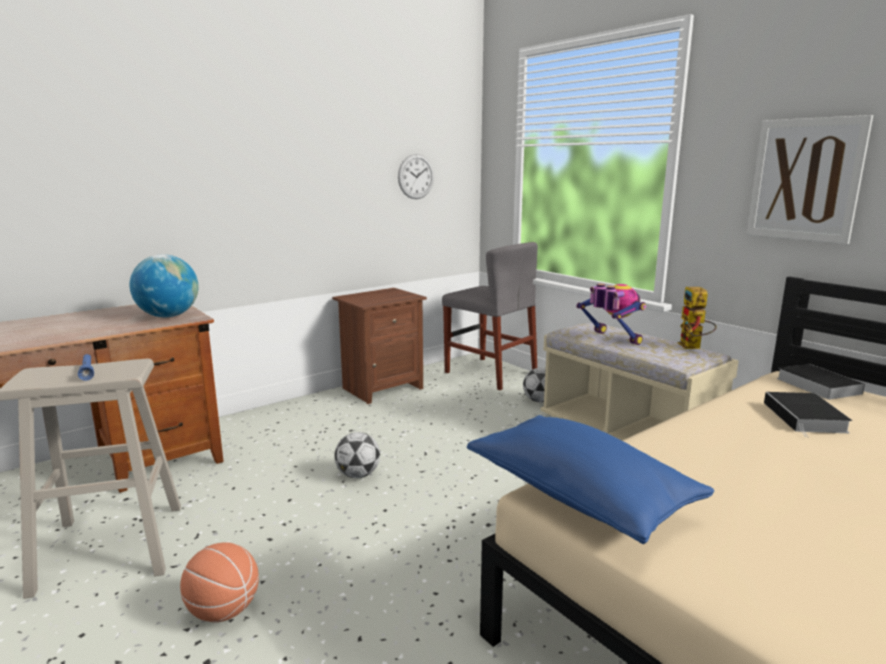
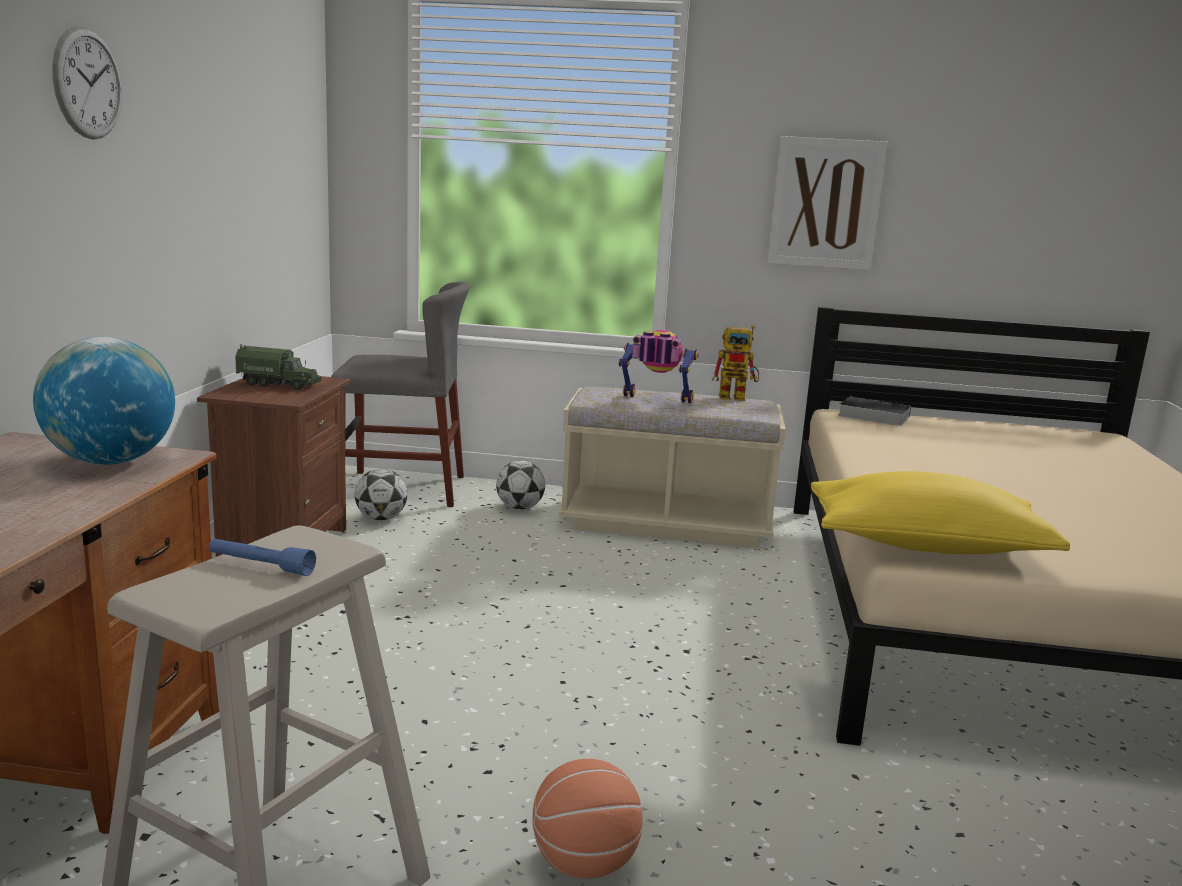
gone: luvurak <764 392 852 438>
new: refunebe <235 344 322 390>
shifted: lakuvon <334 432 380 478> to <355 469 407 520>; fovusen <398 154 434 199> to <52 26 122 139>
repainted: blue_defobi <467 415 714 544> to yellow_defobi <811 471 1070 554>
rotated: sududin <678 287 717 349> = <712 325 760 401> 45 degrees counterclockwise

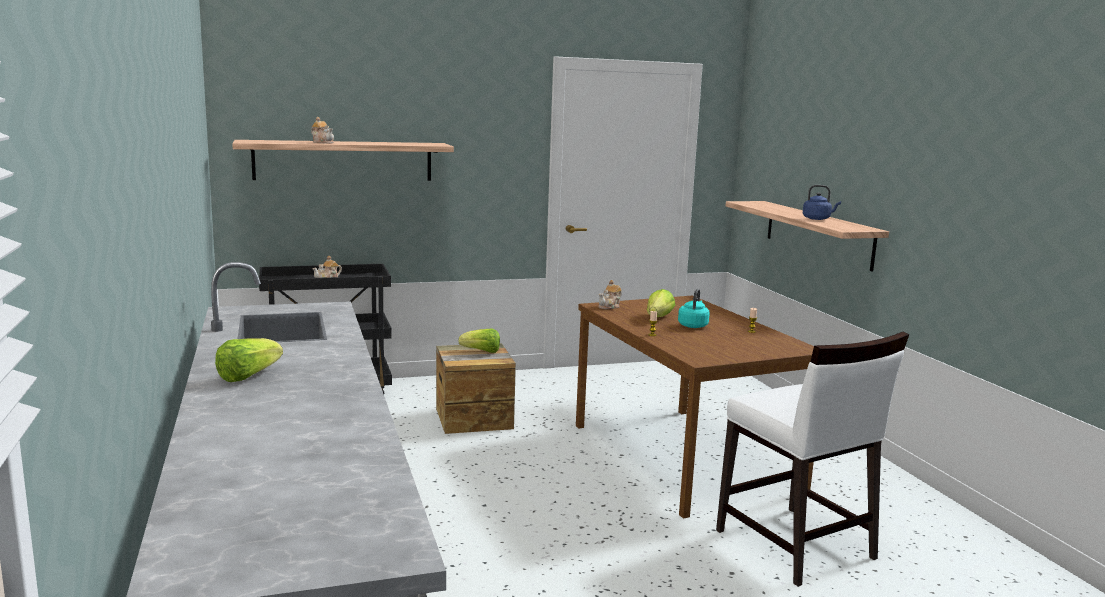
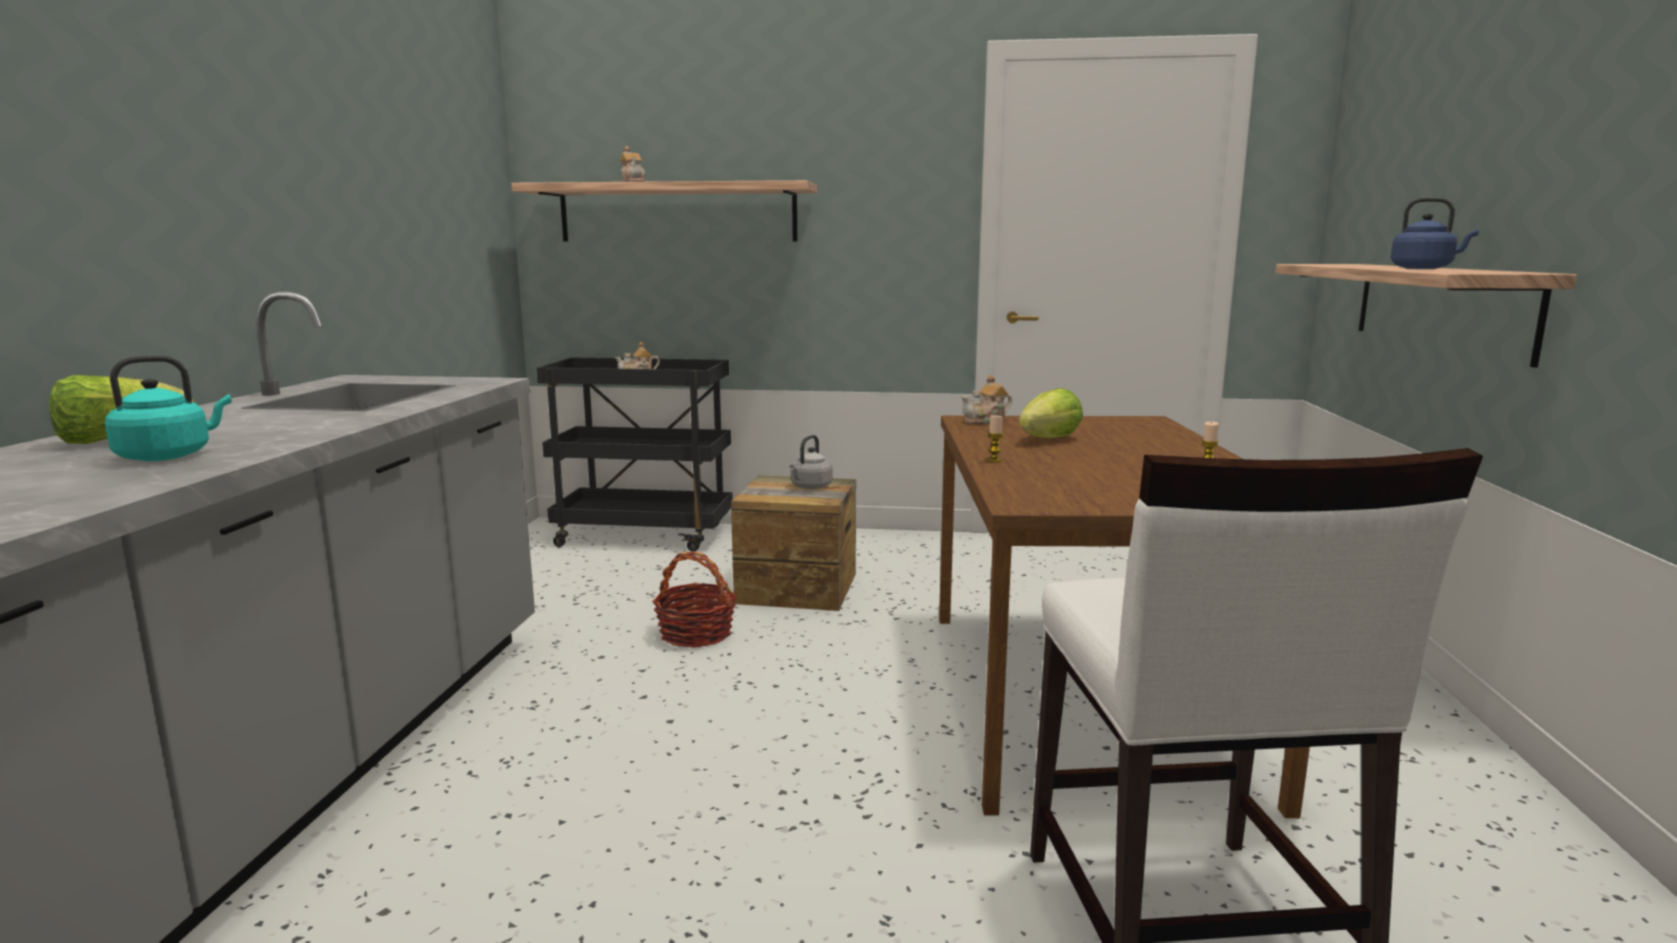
new: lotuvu <652 551 737 648>
shifted: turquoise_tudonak <678 288 710 328> to <105 355 232 461>
swapped: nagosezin <458 329 500 353> to grey_tudonak <790 435 832 489>

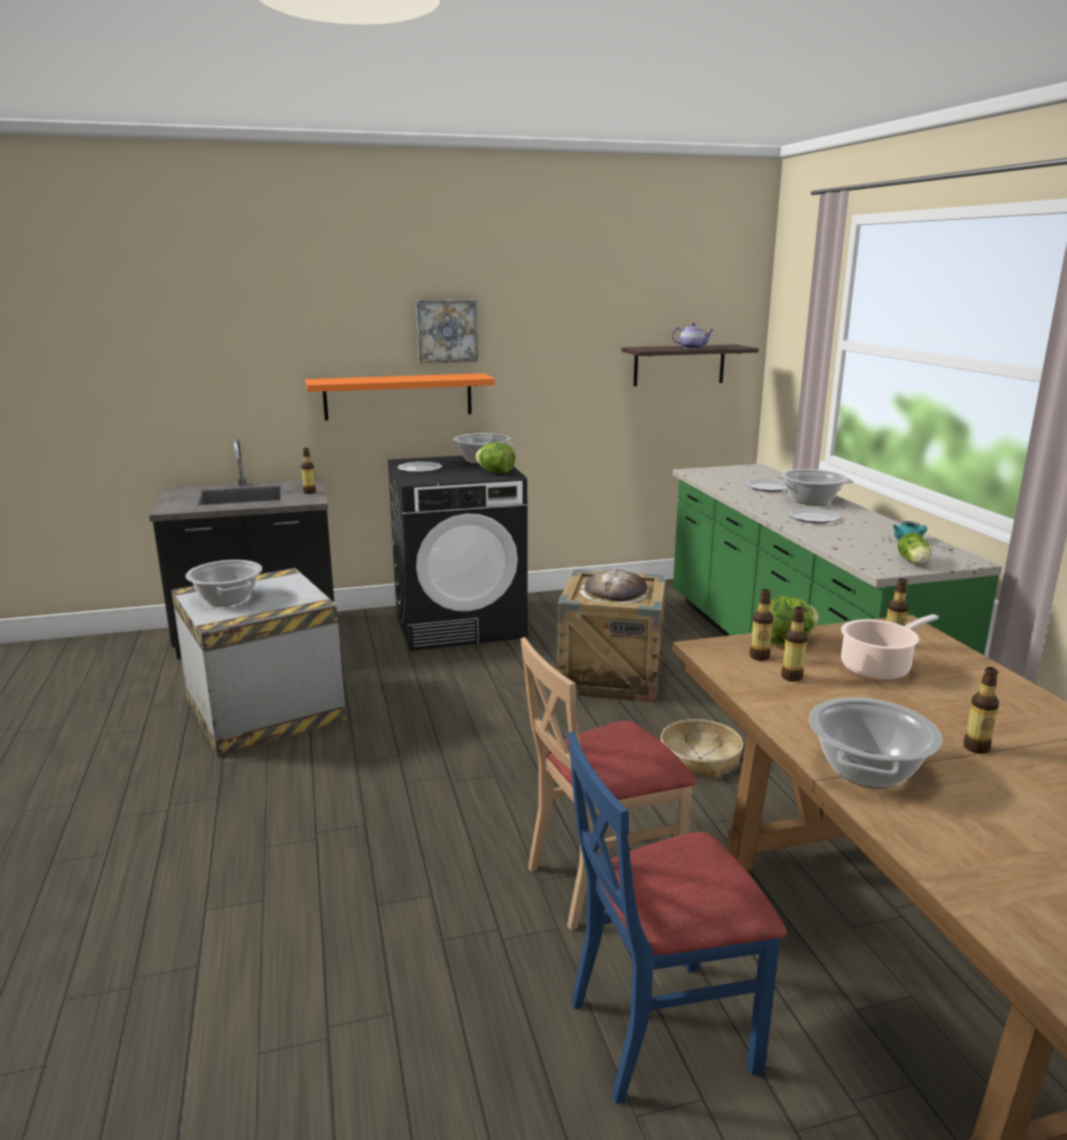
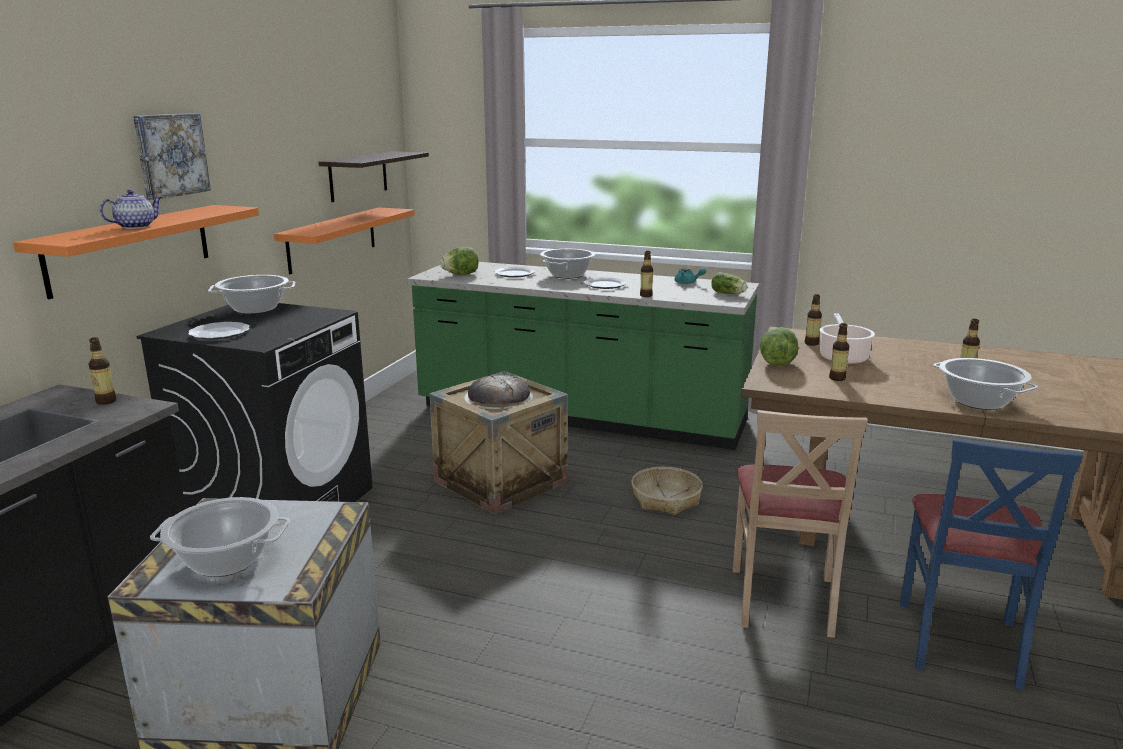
new: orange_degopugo <274 207 415 274>
shifted: nagosezin <475 443 515 473> to <440 247 478 275>; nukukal <672 323 713 349> to <100 190 162 229>; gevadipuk <750 589 773 661> to <640 251 653 297>

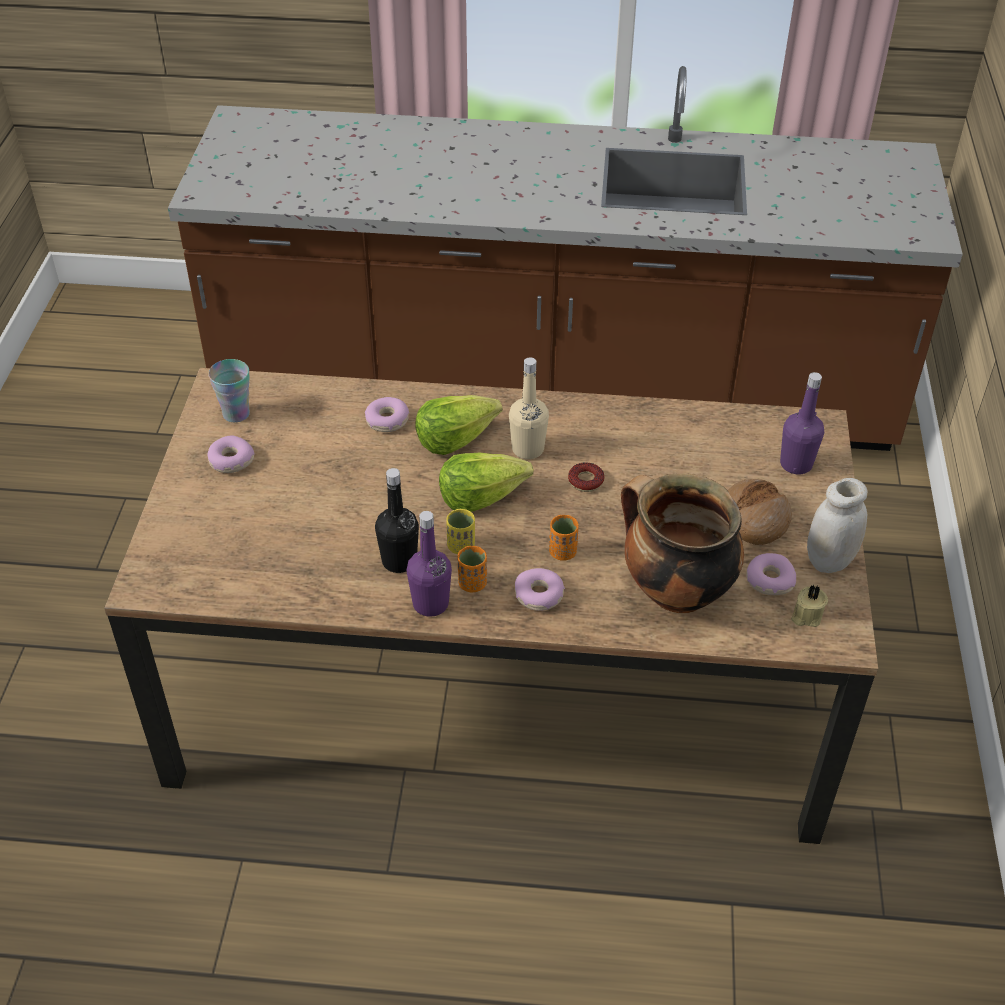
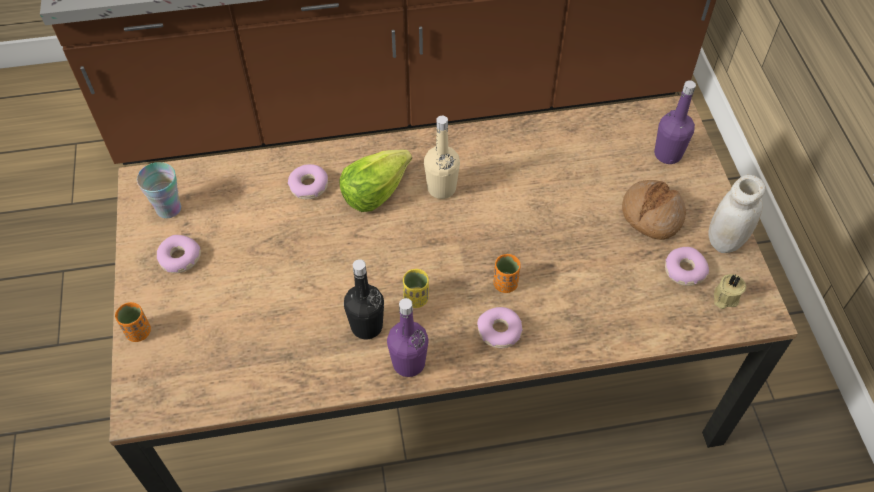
gone: nagosezin <439 453 534 512>; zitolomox <568 462 605 492>; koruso <621 474 744 613>
shifted: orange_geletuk <458 546 487 592> to <115 302 151 342>

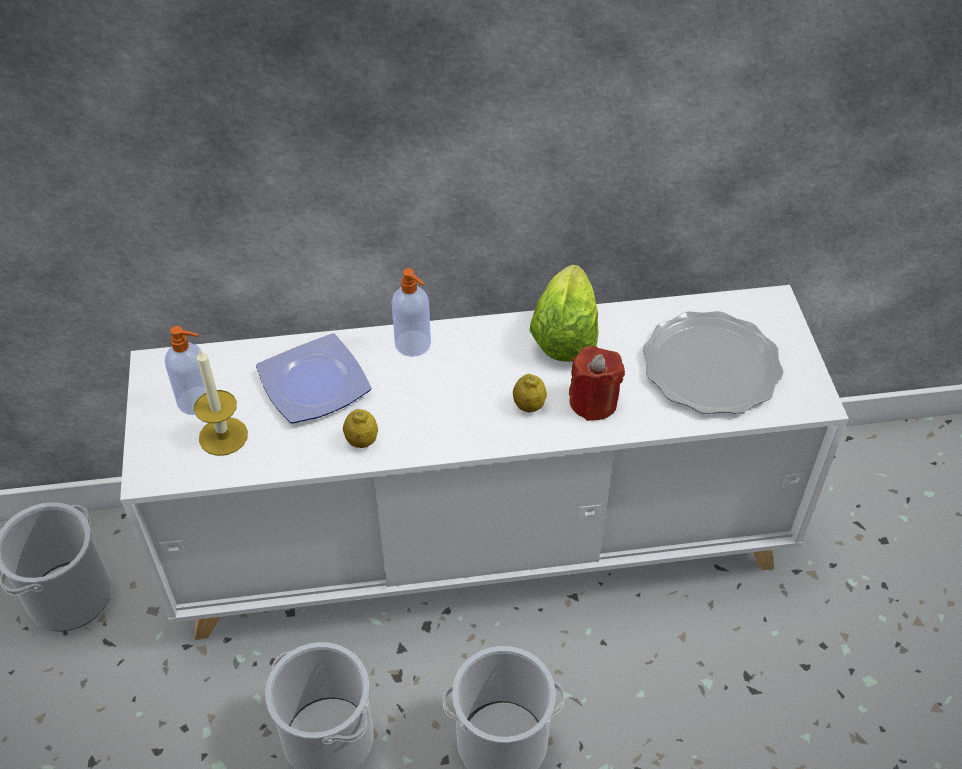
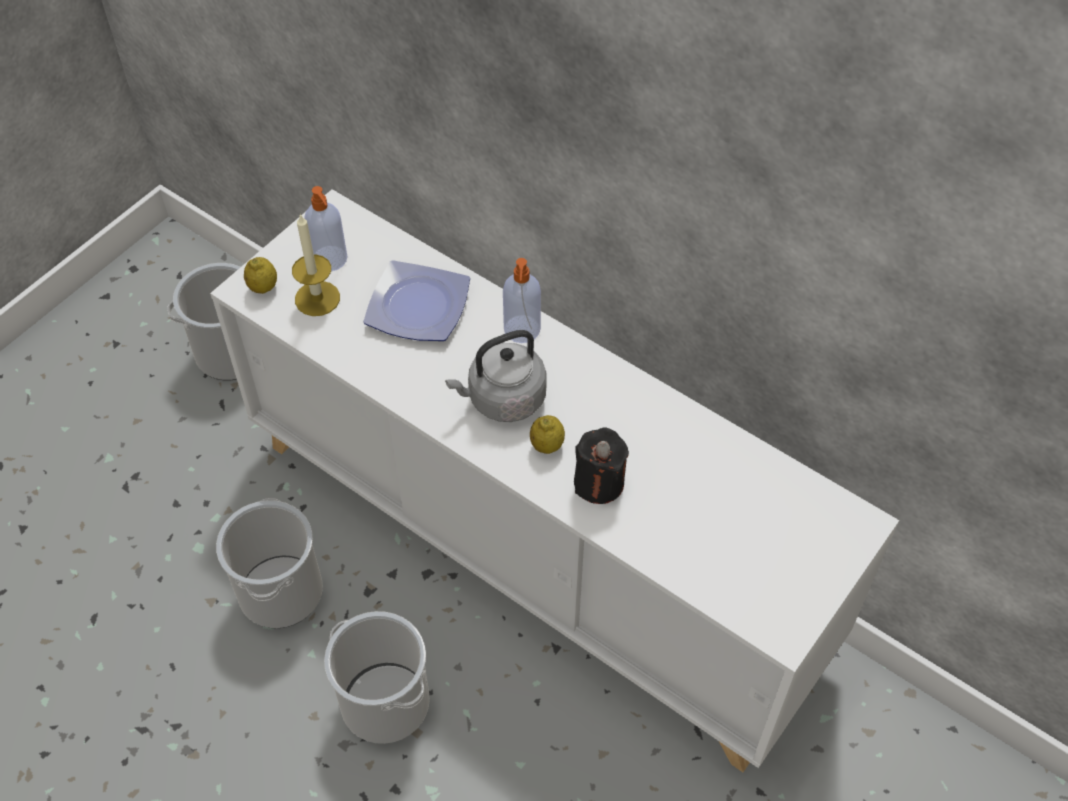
gone: nagosezin <530 264 599 362>; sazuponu <643 311 784 414>
new: grey_tudonak <445 330 547 422>
shifted: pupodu <343 409 378 448> to <244 257 277 294>
repainted: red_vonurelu <569 346 625 421> to black_vonurelu <574 428 629 504>

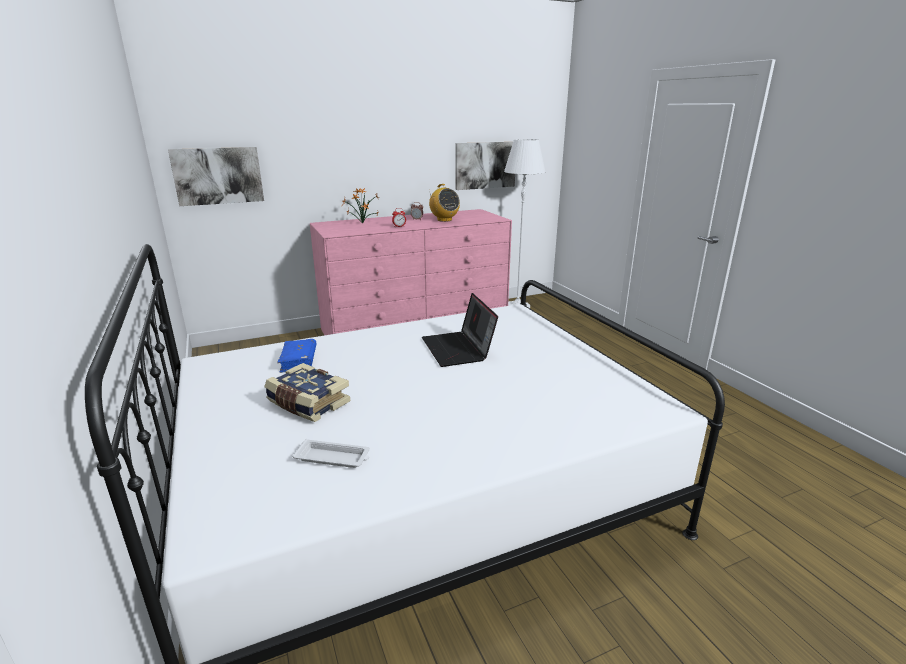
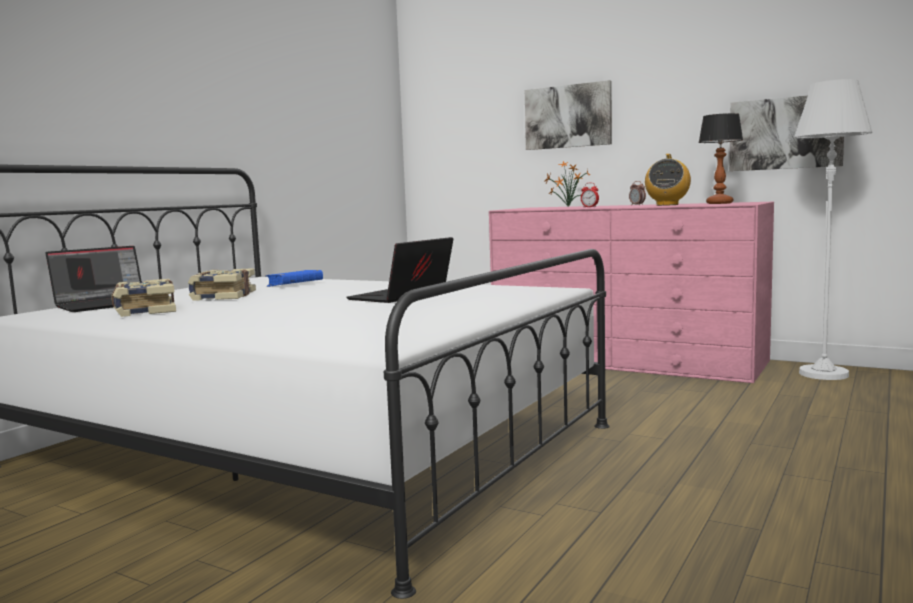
new: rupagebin <46 246 142 312>; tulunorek <698 113 743 204>
shifted: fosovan <168 147 264 206> to <525 80 612 150>
swapped: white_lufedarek <292 439 370 468> to luvurak <111 279 176 317>

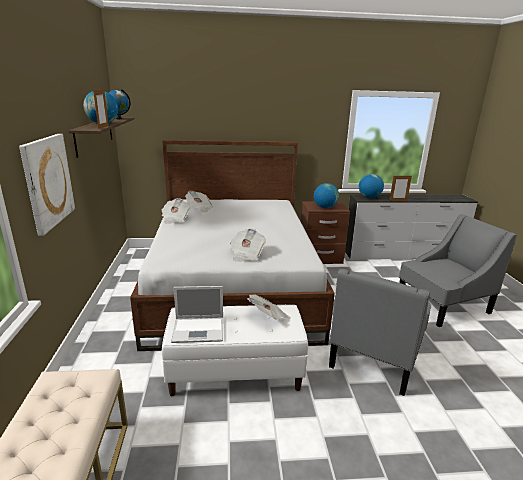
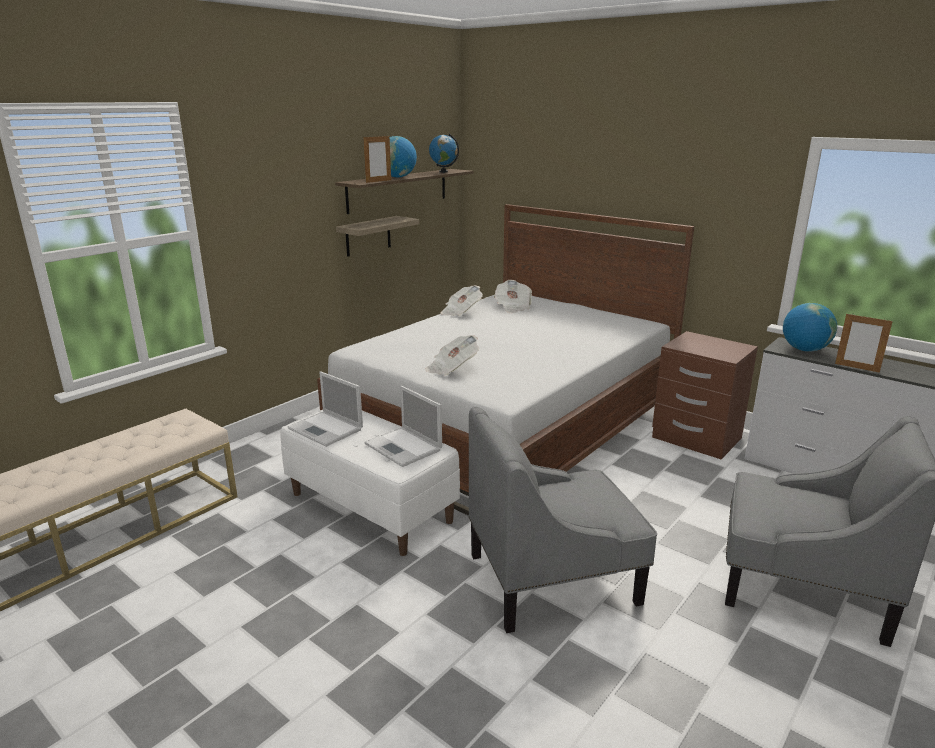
gone: fosovan <19 134 75 236>; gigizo <314 183 339 208>
new: degopugo <336 216 419 257>
swapped: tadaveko <247 295 291 320> to rupagebin <364 386 442 467>

